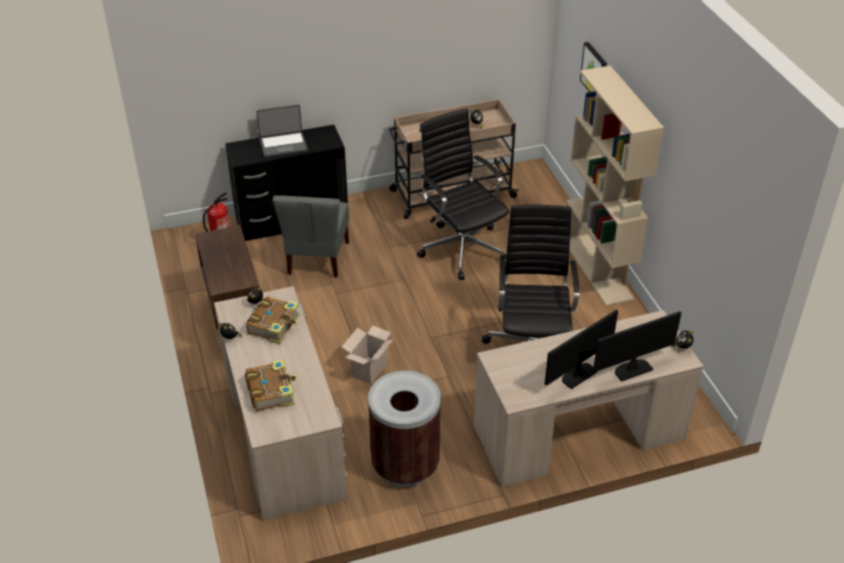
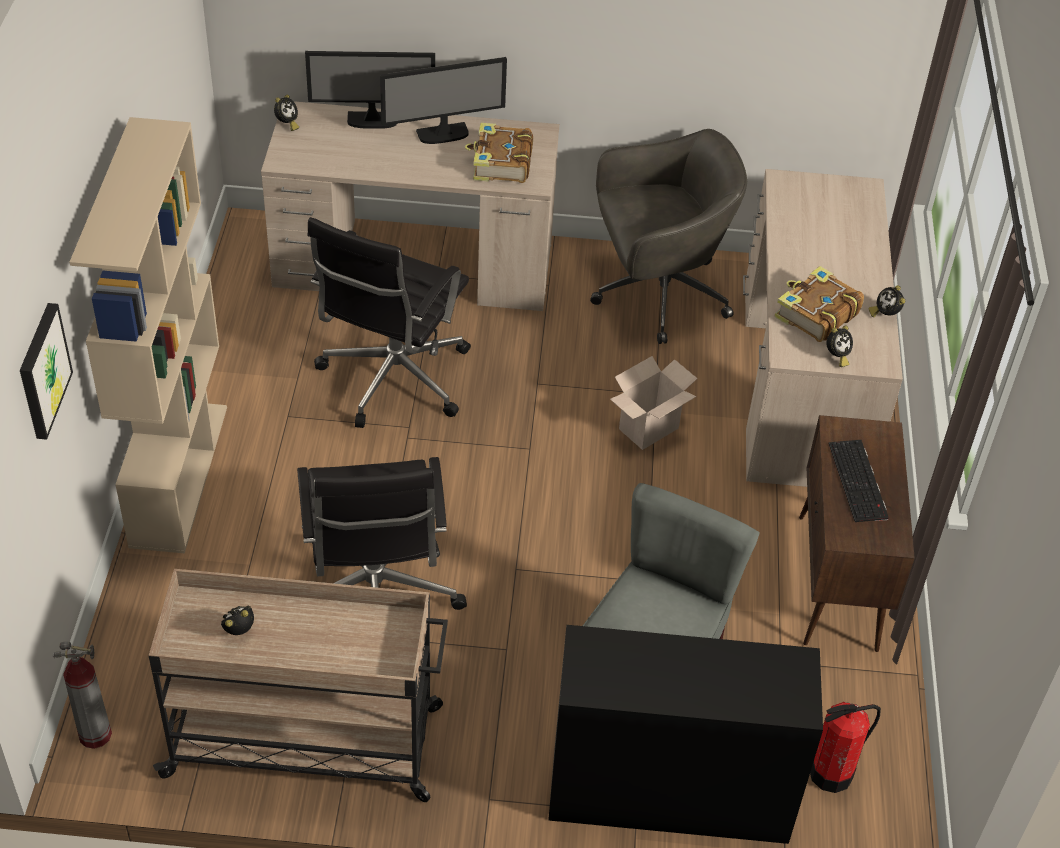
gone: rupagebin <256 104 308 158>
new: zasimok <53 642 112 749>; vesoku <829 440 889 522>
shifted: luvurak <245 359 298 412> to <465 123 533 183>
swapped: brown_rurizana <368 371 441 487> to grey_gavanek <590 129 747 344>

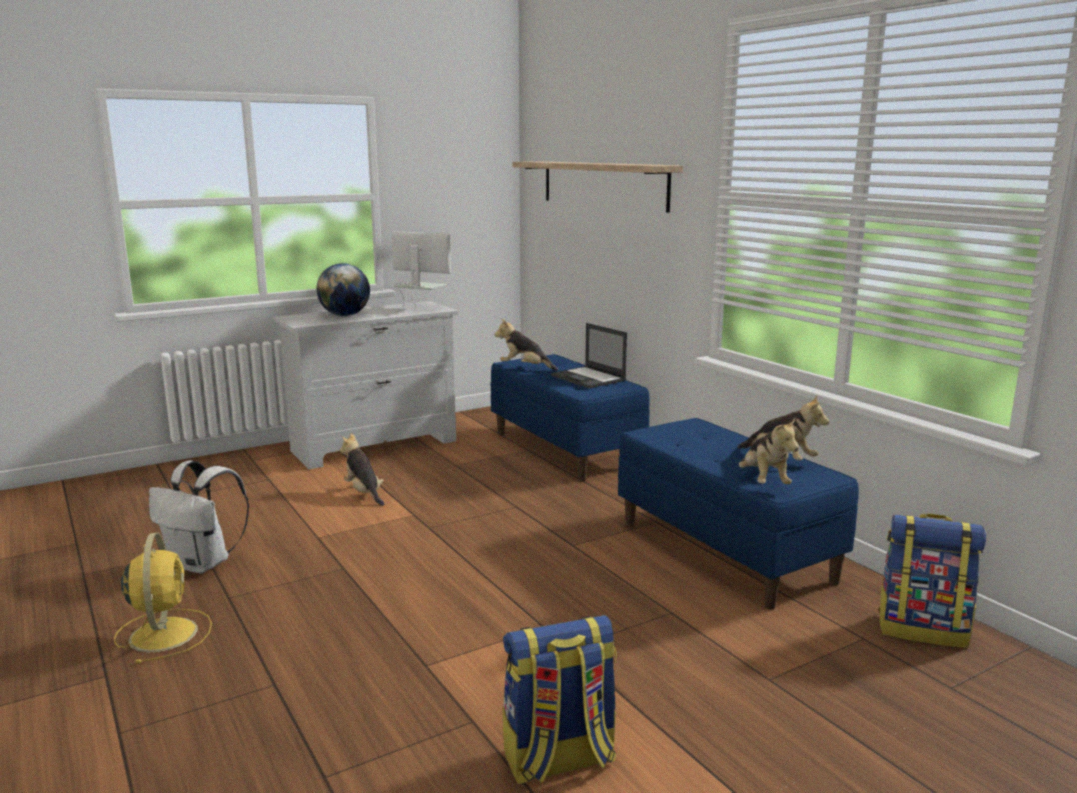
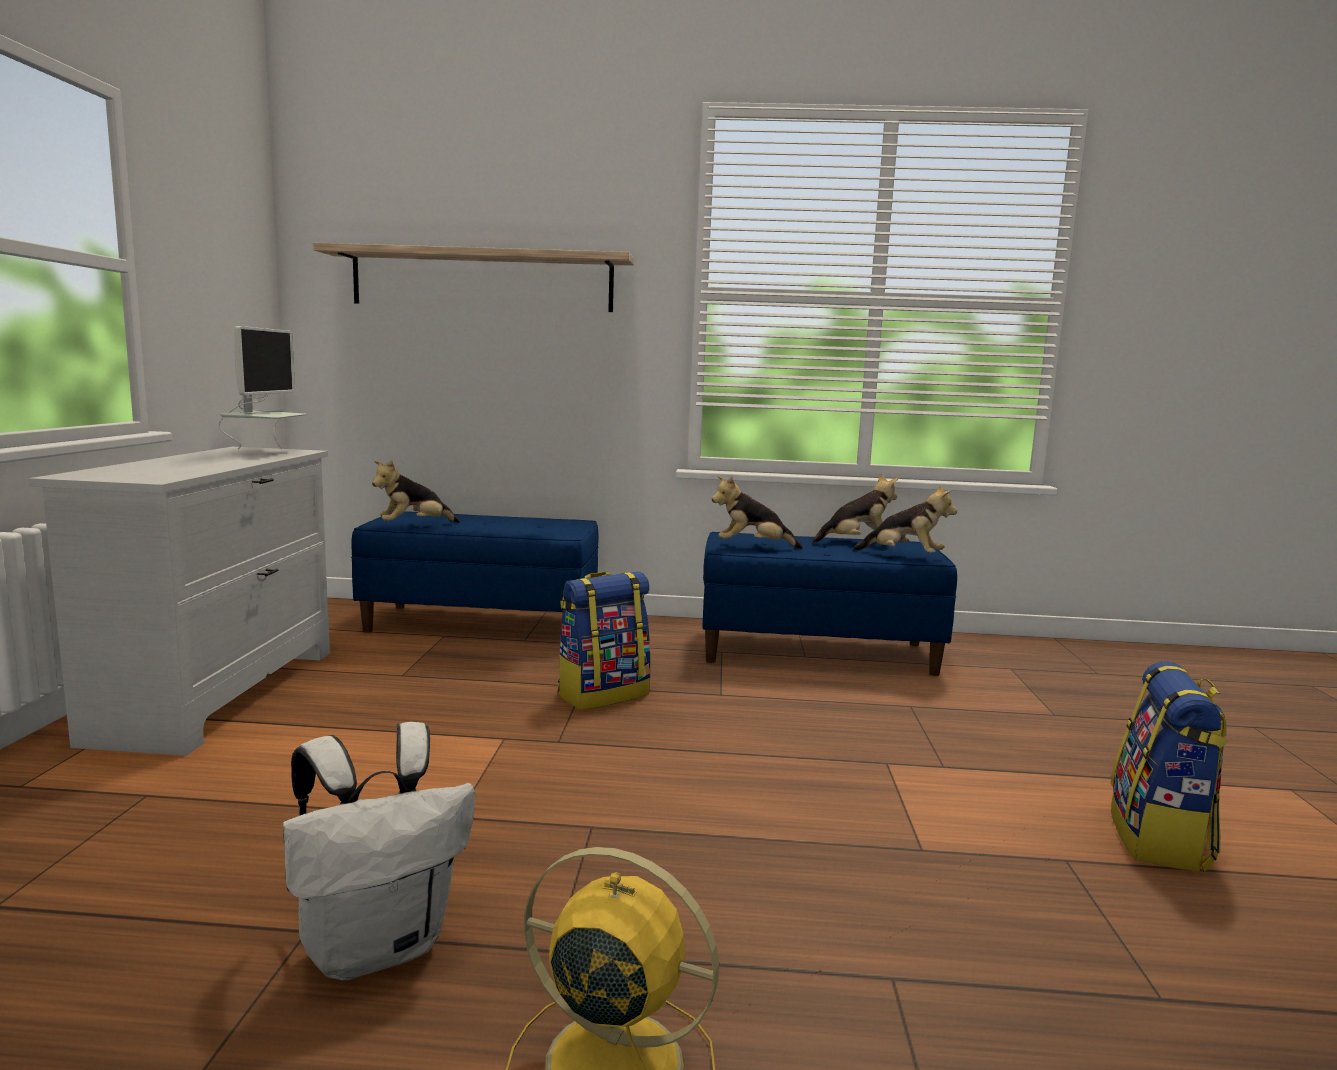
gone: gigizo <317 263 370 316>; rupagebin <551 323 627 389>
shifted: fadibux <340 433 384 506> to <712 476 803 549>; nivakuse <878 513 986 648> to <557 571 651 710>
rotated: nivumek <392 231 451 310> = <219 326 306 449> 120 degrees clockwise

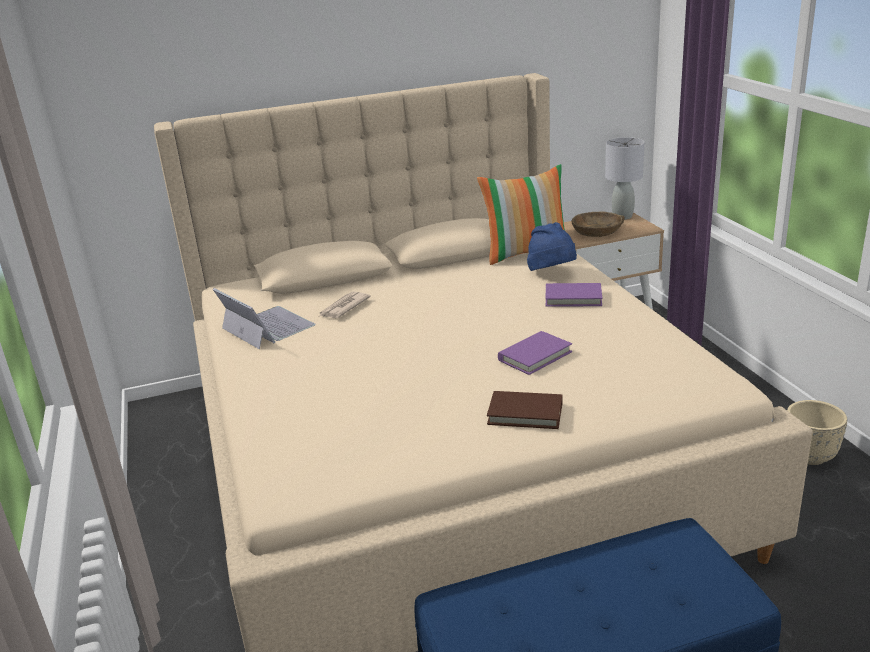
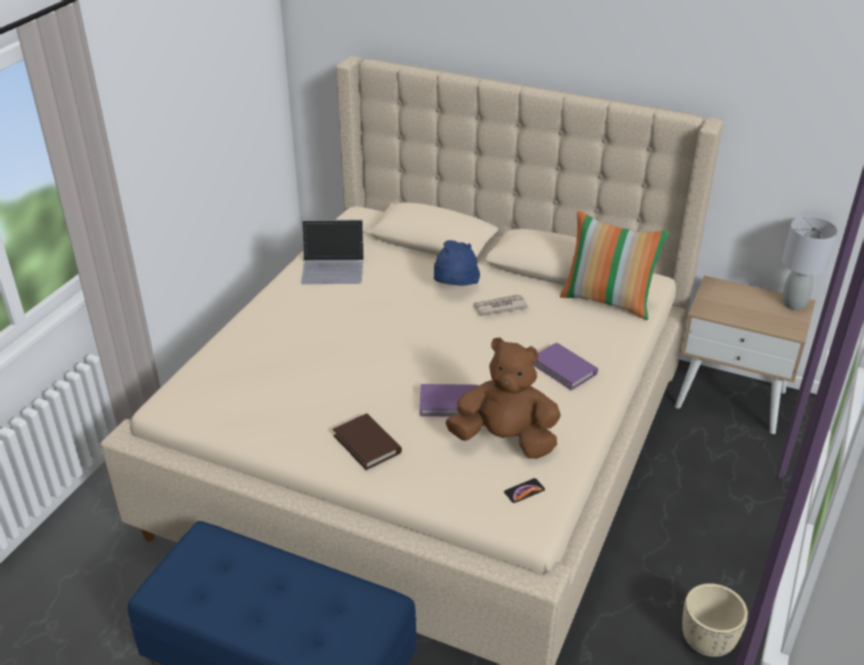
gone: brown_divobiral <571 211 625 237>
new: brown_fadibux <445 337 561 459>; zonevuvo <504 478 545 503>
shifted: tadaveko <319 292 371 318> to <472 294 529 316>; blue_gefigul <527 222 577 271> to <434 240 480 285>
rotated: rupagebin <213 288 315 349> = <300 220 364 284> 90 degrees clockwise

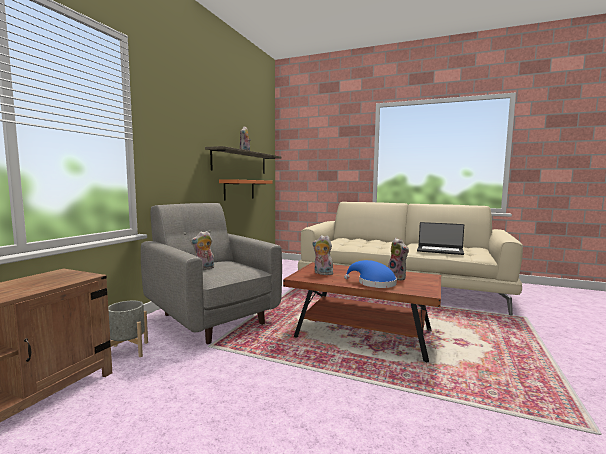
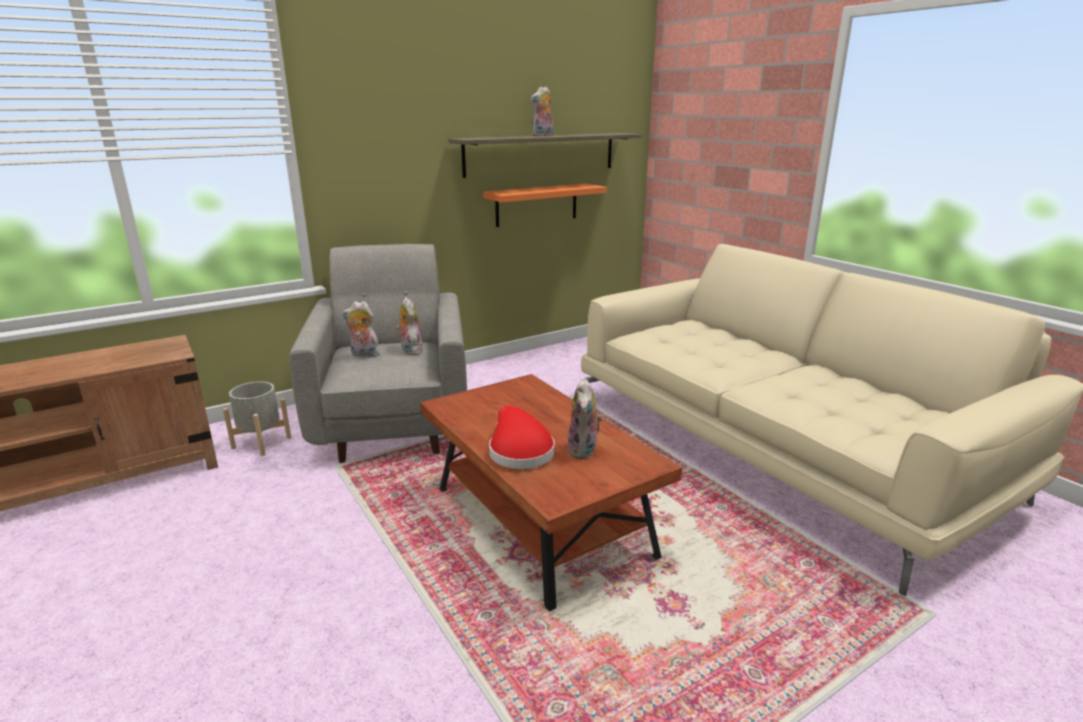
gone: rupagebin <417 222 464 255>
shifted: fadibux <312 235 333 275> to <396 297 423 355>
repainted: blue_gefigul <344 260 397 288> to red_gefigul <489 406 555 469>

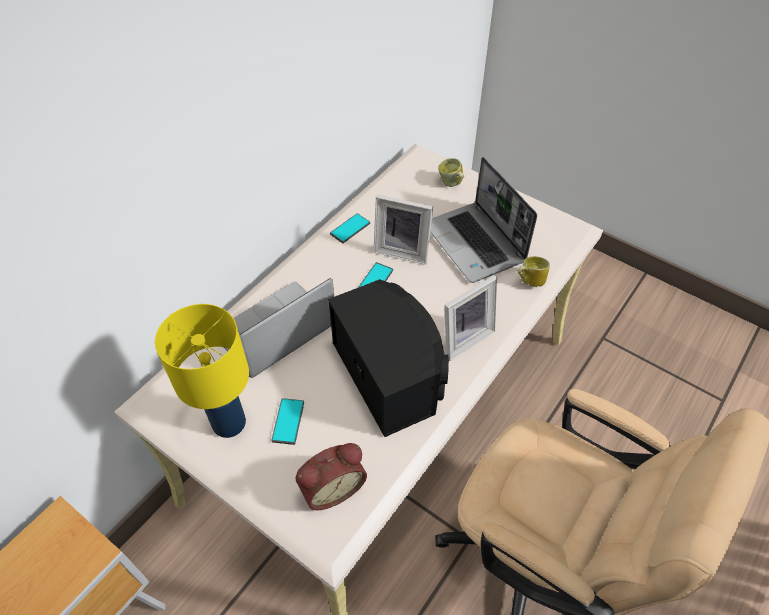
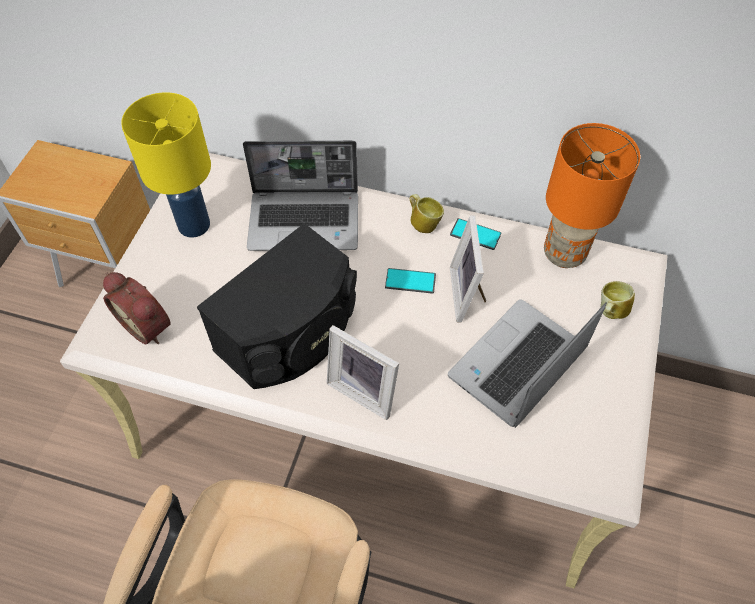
gone: zonevuvo <271 398 304 445>
new: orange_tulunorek <544 123 640 268>
shifted: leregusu <517 256 550 287> to <410 194 444 233>
rotated: rupagebin <224 278 334 378> = <243 141 358 251> 150 degrees clockwise

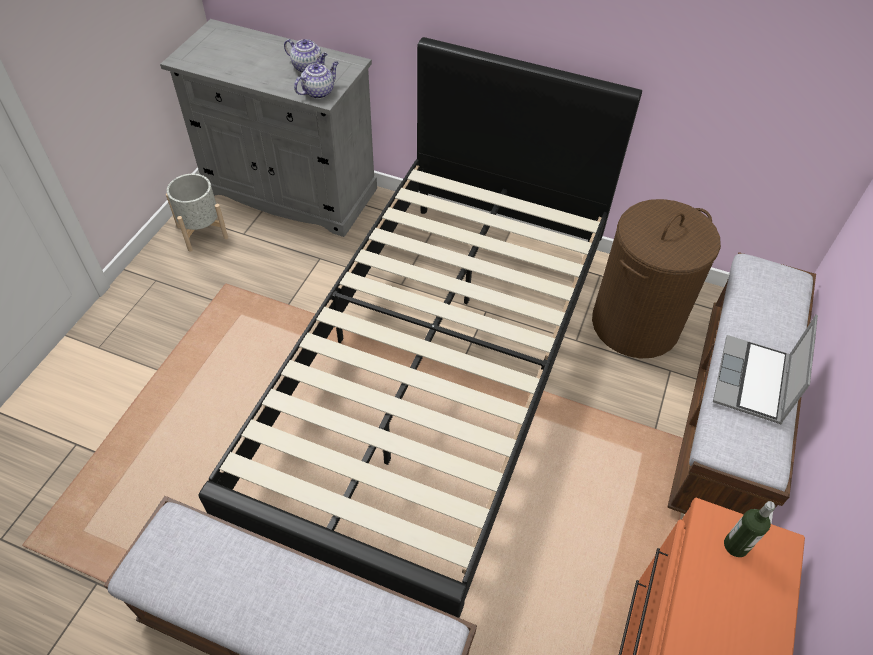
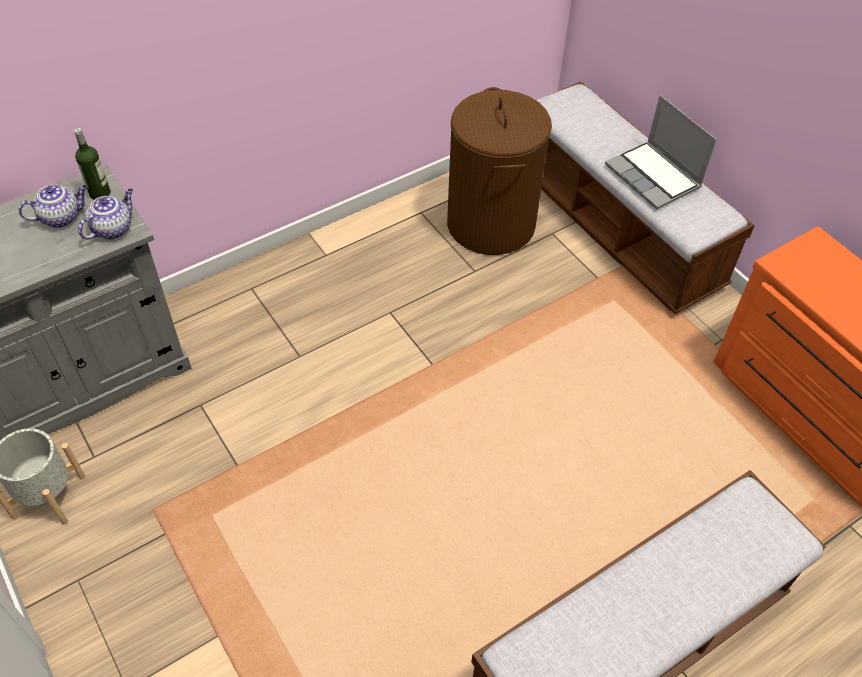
gone: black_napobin <199 37 642 618>
shifted: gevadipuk <724 501 775 557> to <74 128 111 200>
rotated: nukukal <294 61 339 99> = <78 188 133 240> 45 degrees clockwise

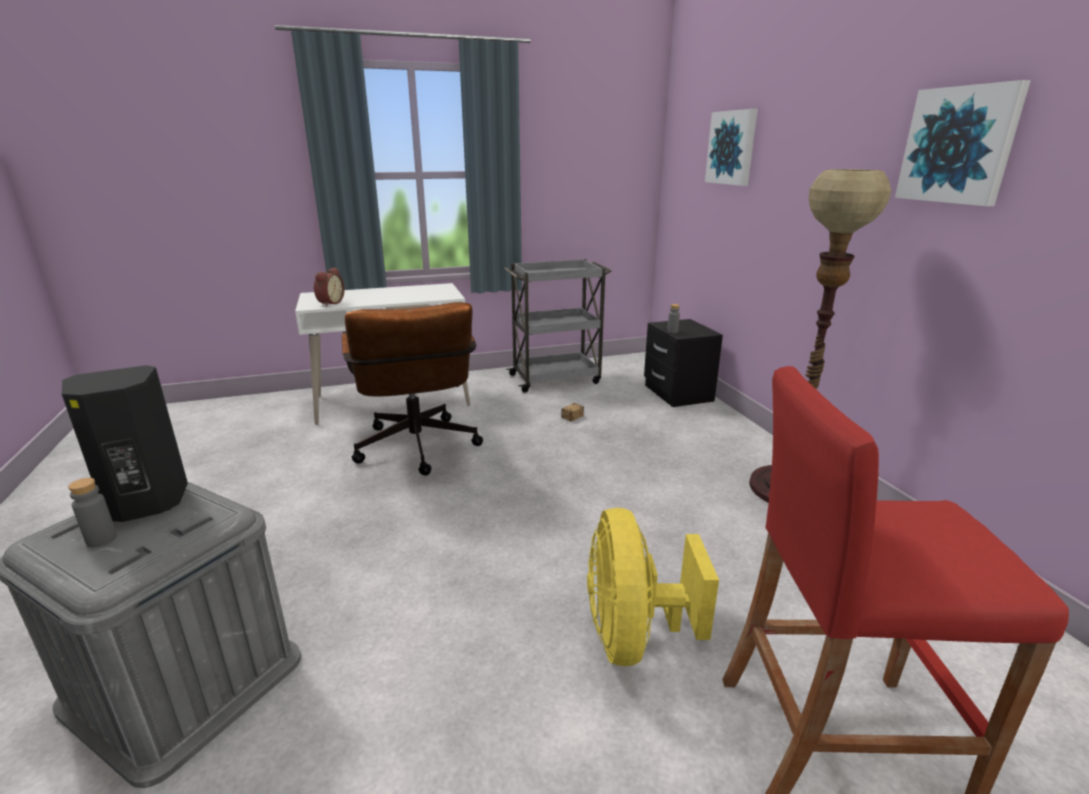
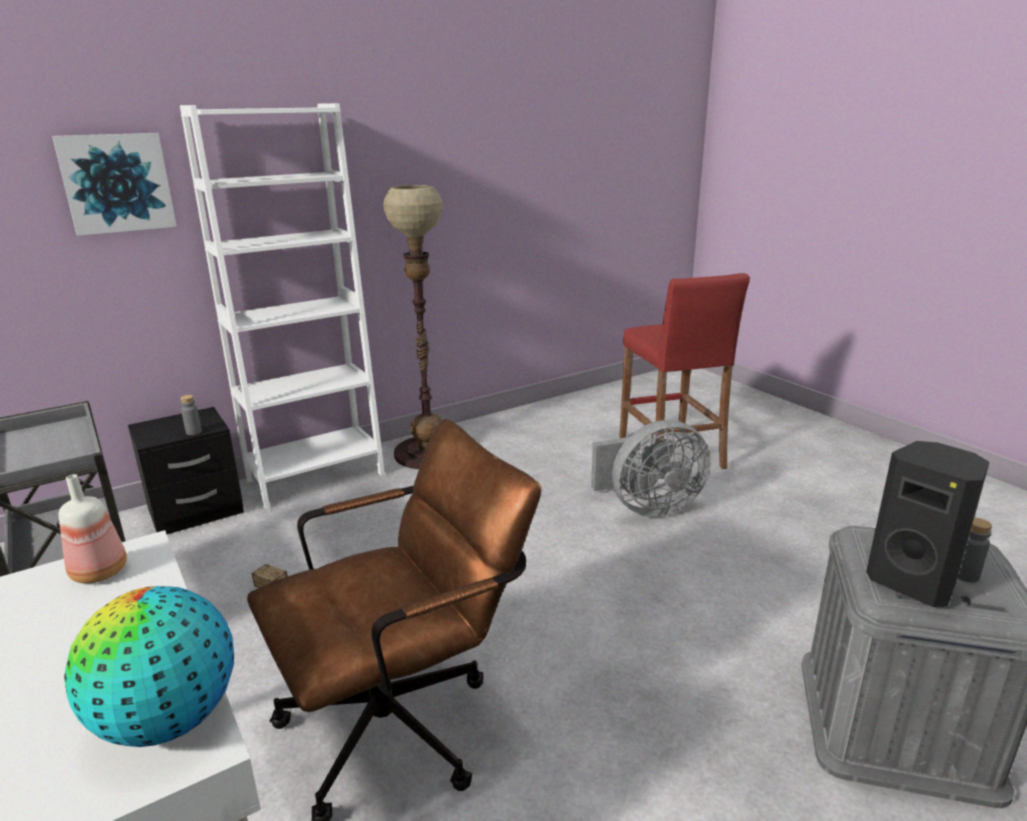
gone: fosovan <895 80 1031 206>
new: gevadipuk <59 474 127 583>; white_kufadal <180 103 385 509>
swapped: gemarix <314 267 345 307> to gigizo <64 586 234 747>
repainted: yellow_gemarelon <587 508 719 666> to grey_gemarelon <591 420 711 517>

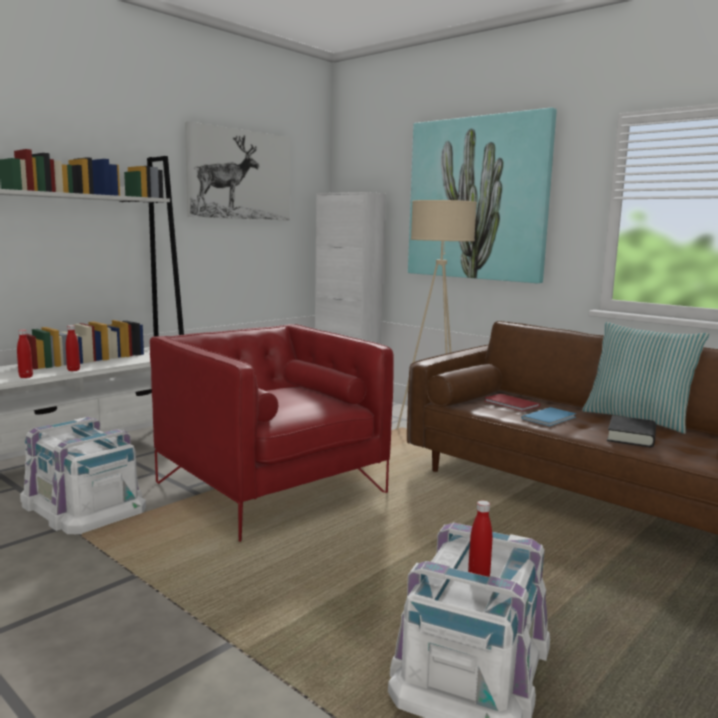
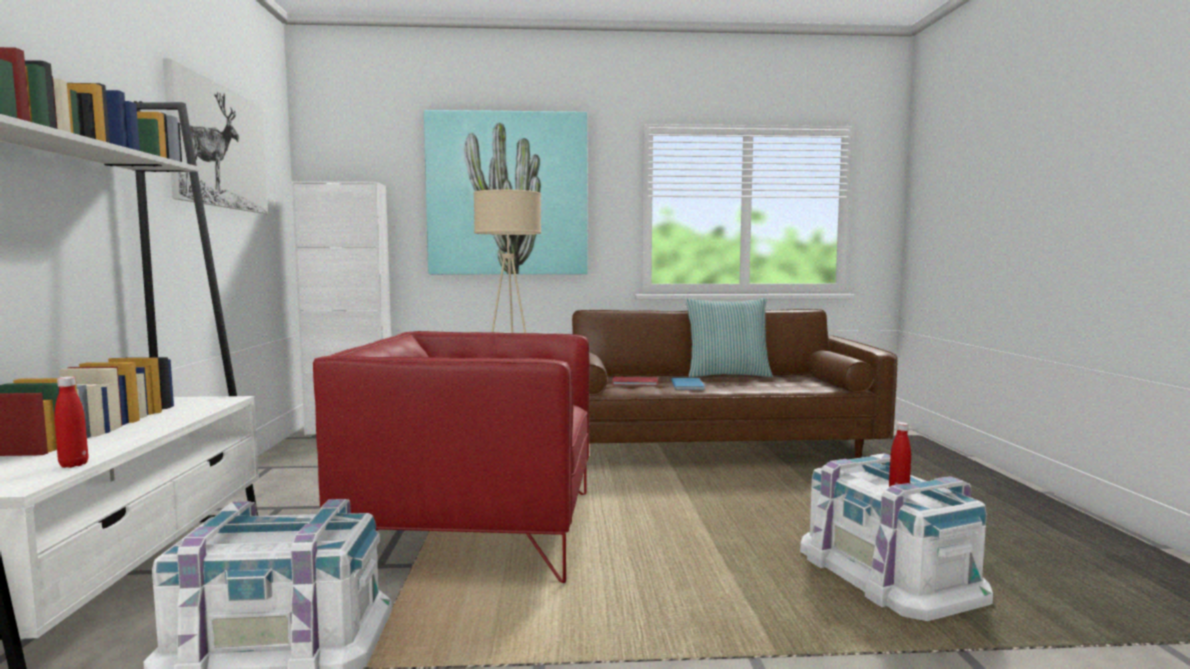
gone: red_gevadipuk <66 325 80 371>; black_luvurak <607 415 656 447>

